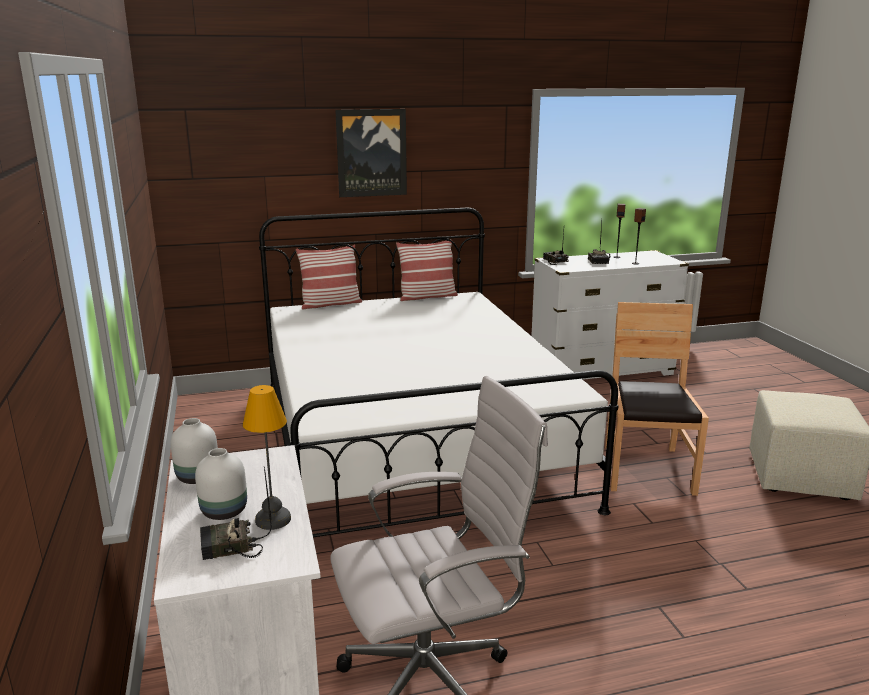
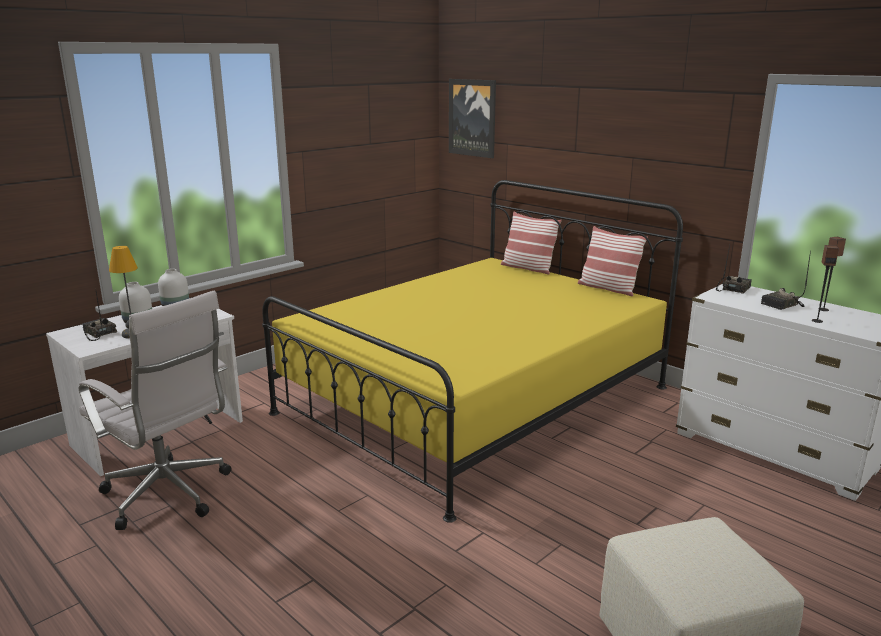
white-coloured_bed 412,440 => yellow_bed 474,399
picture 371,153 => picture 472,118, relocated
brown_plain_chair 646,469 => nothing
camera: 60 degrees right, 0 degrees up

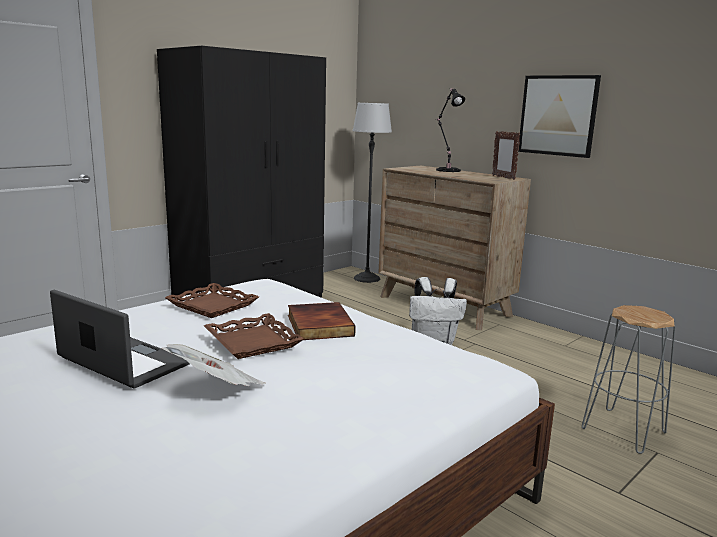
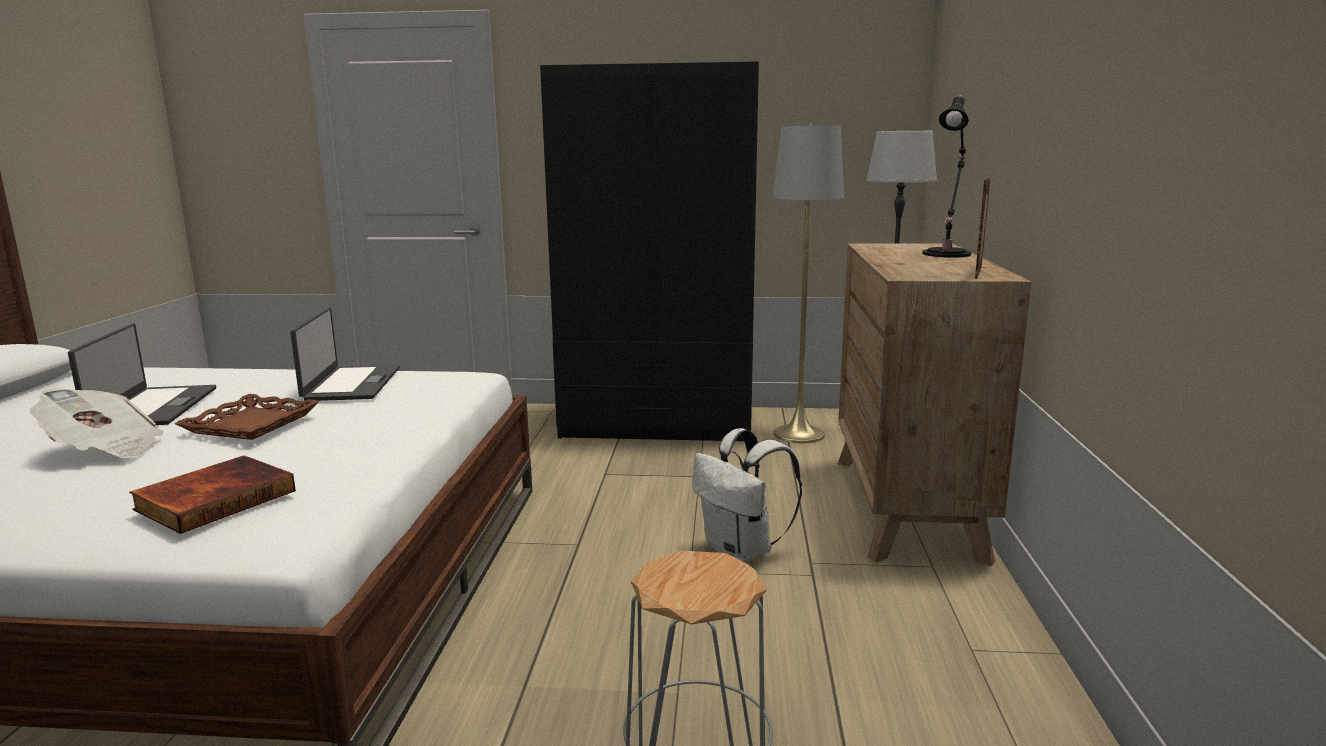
bound_book 318,325 => bound_book 215,499, relocated
brown_tray 212,306 => portable_computer 350,384
nothing => greyish_standard_lamp 799,434
picture 558,115 => nothing
camera: 50 degrees right, 0 degrees up

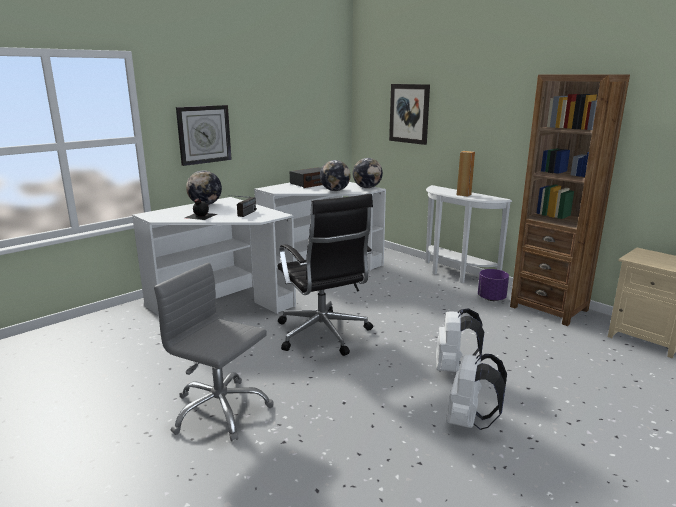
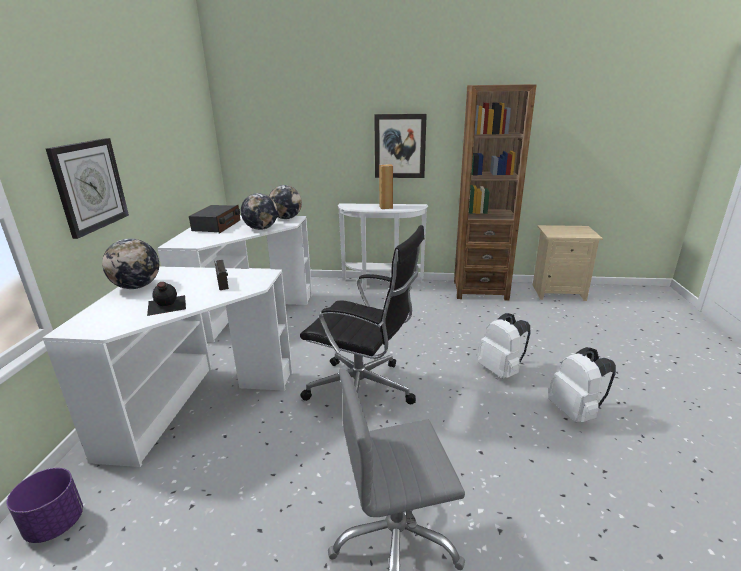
purple-coloured_plant_pot 491,298 => purple-coloured_plant_pot 55,524, relocated
picture 409,113 => picture 400,146, relocated
camera: 40 degrees left, 5 degrees up

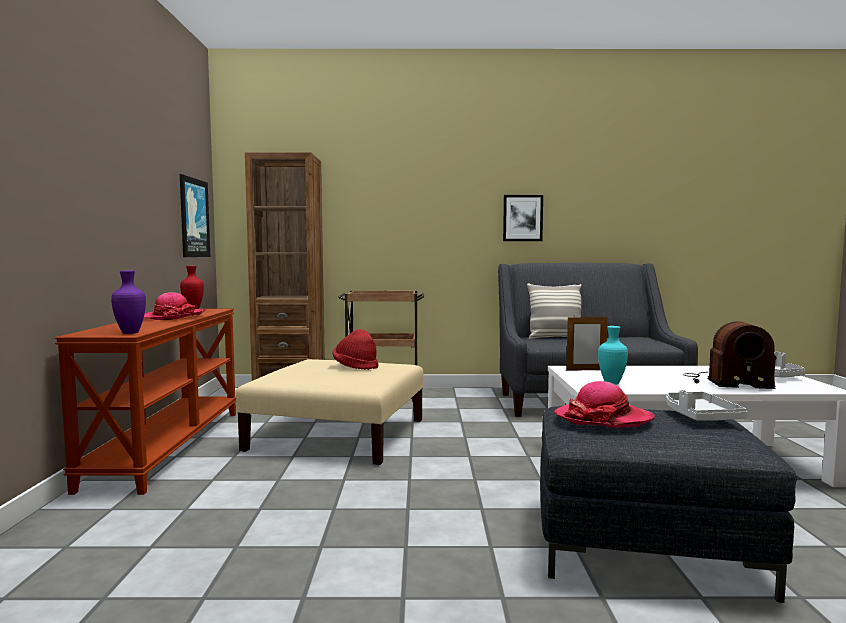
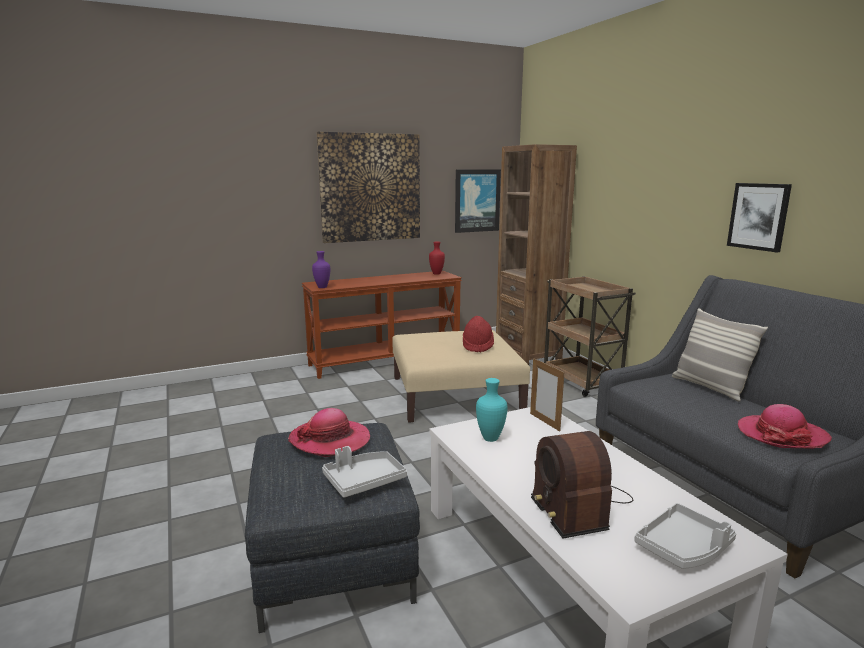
nothing => picture 370,187
clothing_hat 173,317 => clothing_hat 781,435, relocated
camera: 65 degrees right, 10 degrees up

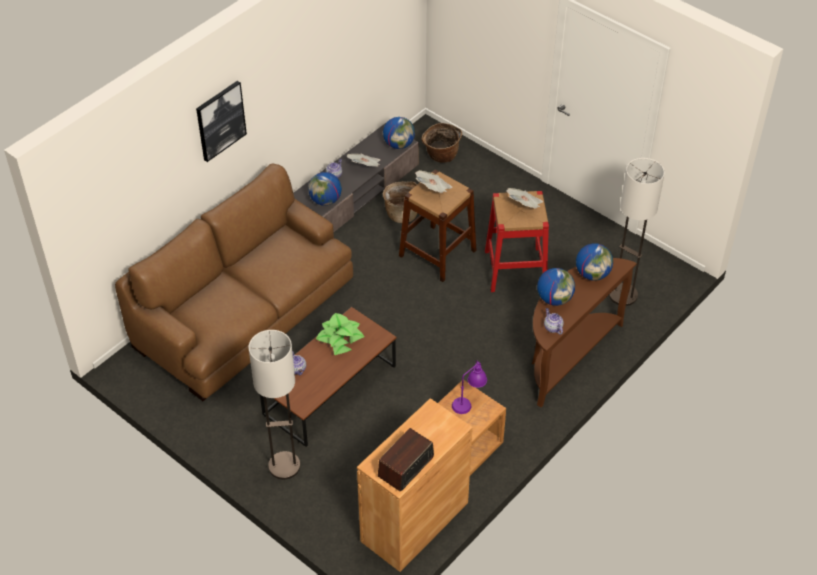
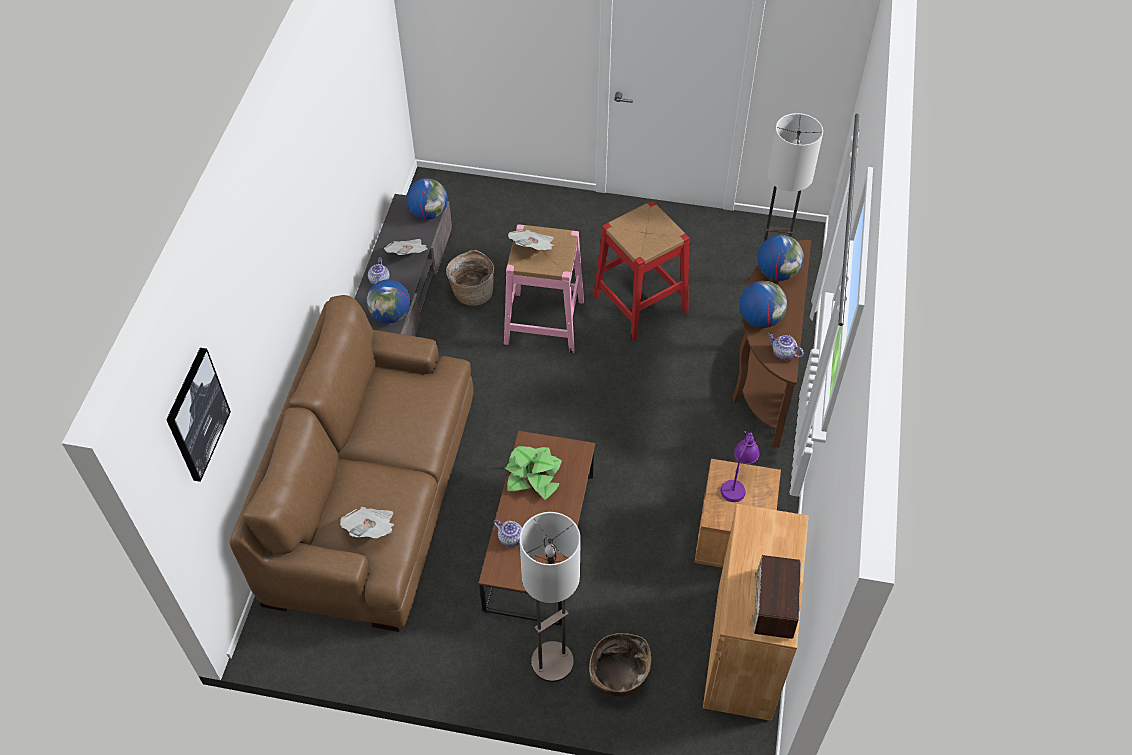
picture 220,120 => picture 196,415, relocated
daily_paper 524,205 => daily_paper 371,529, relocated
brown_stool_seat 437,253 => pink-coloured_stool_seat 544,321
storage_basket 441,155 => storage_basket 618,680, relocated
camera: 30 degrees left, 5 degrees up

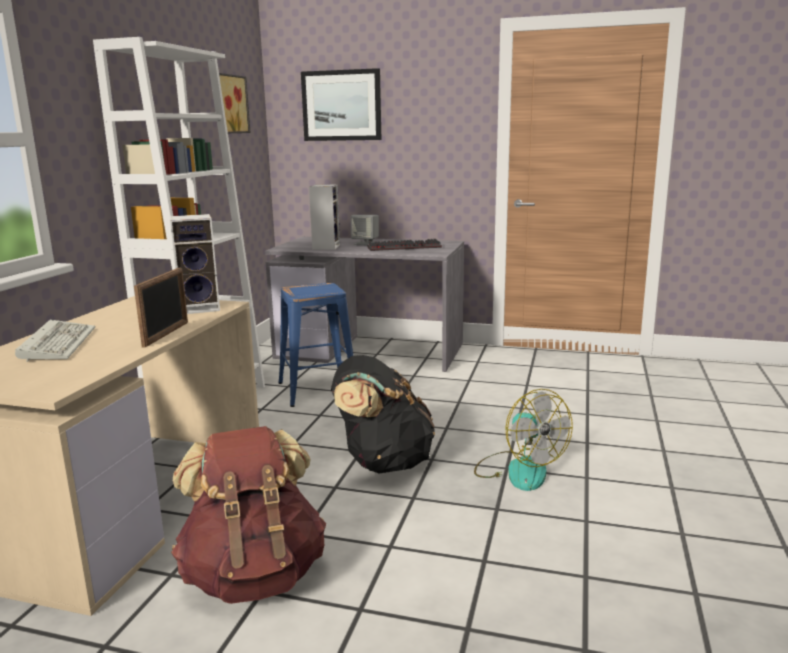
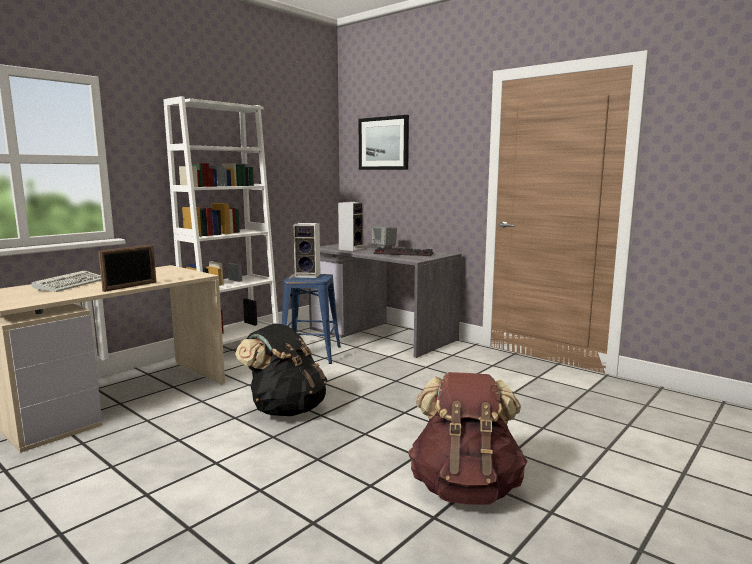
speaker 201,308 => speaker 309,275, relocated
brown_backpack 254,575 => brown_backpack 465,488, relocated
picture 230,104 => nothing
electric_fan 518,470 => nothing
camera: 25 degrees right, 5 degrees down

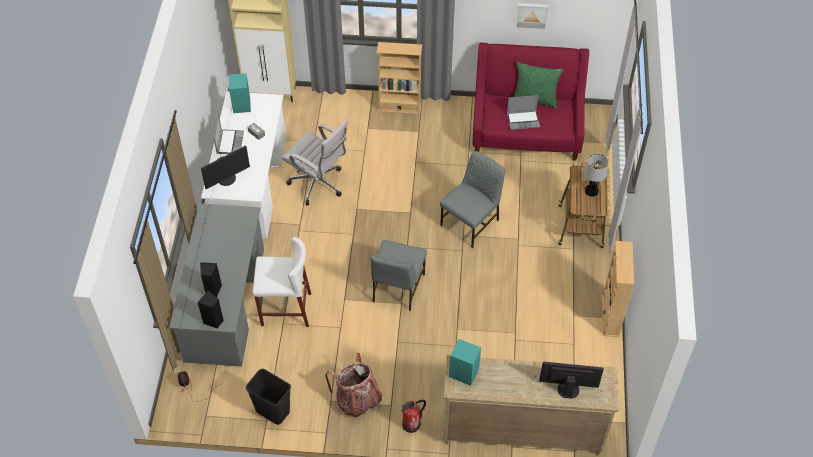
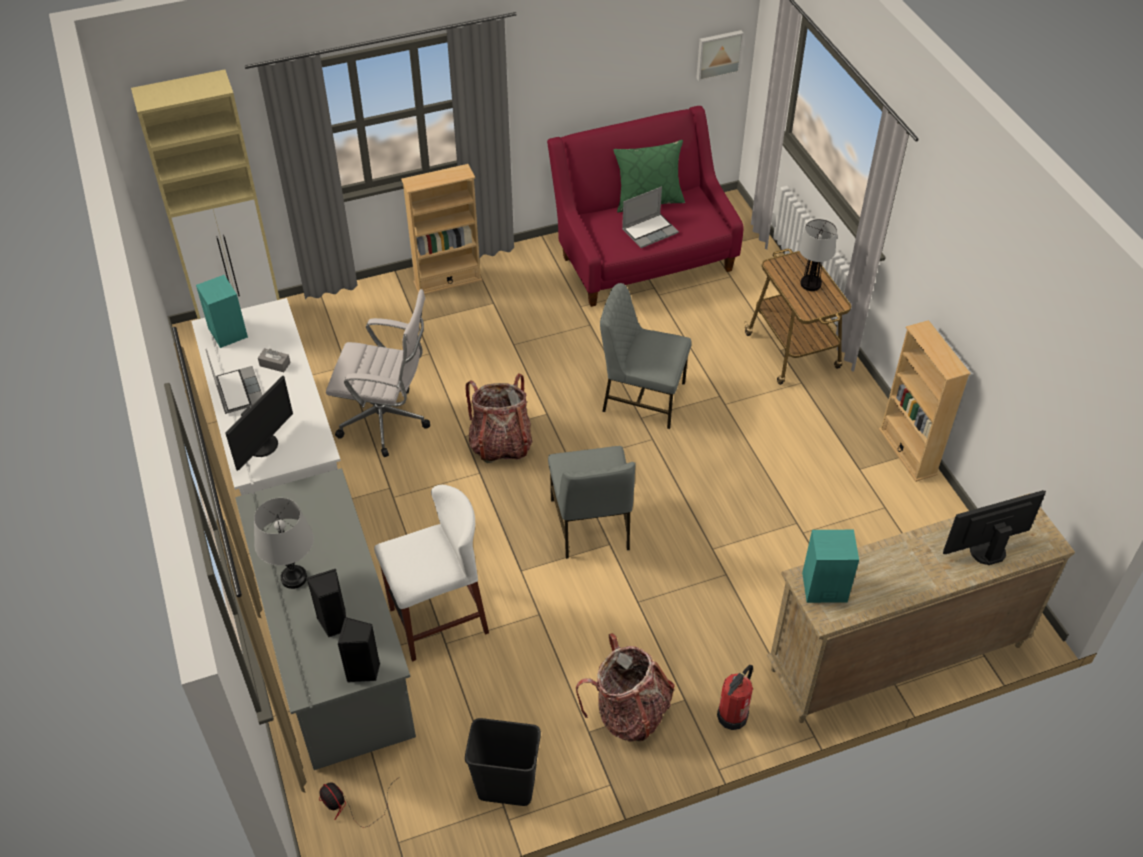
nothing => greyish_lamp_for_a_table 294,578
nothing => backpack 501,444
greyish_plain_chair 471,222 => greyish_plain_chair 642,397, 90 degrees counterclockwise
picture 532,15 => picture 718,54, relocated
camera: 25 degrees left, 5 degrees down

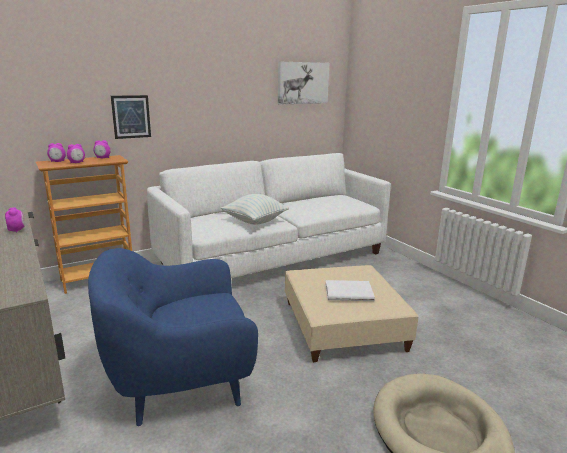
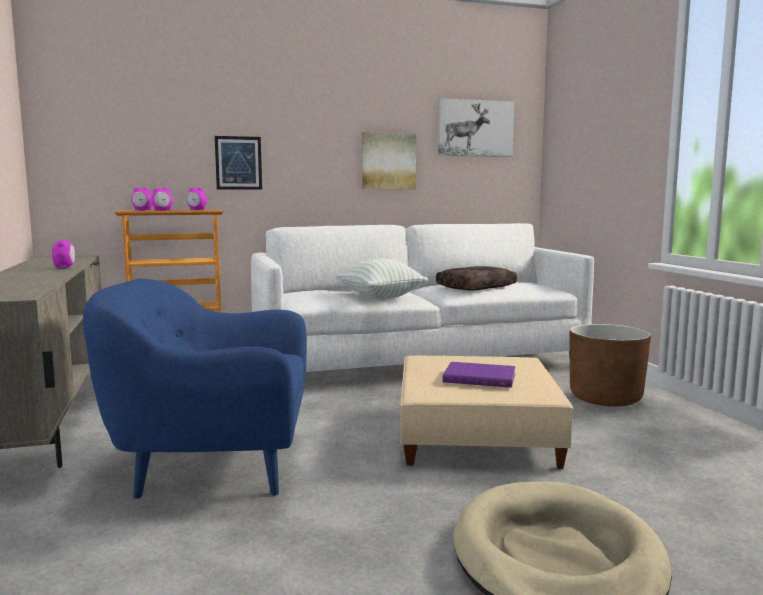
nothing => picture 388,161
nothing => brown_cushion 475,287
white-coloured_bound_book 348,292 => purple-coloured_bound_book 479,377
nothing => brown_plant_pot 605,398
camera: 15 degrees right, 10 degrees down

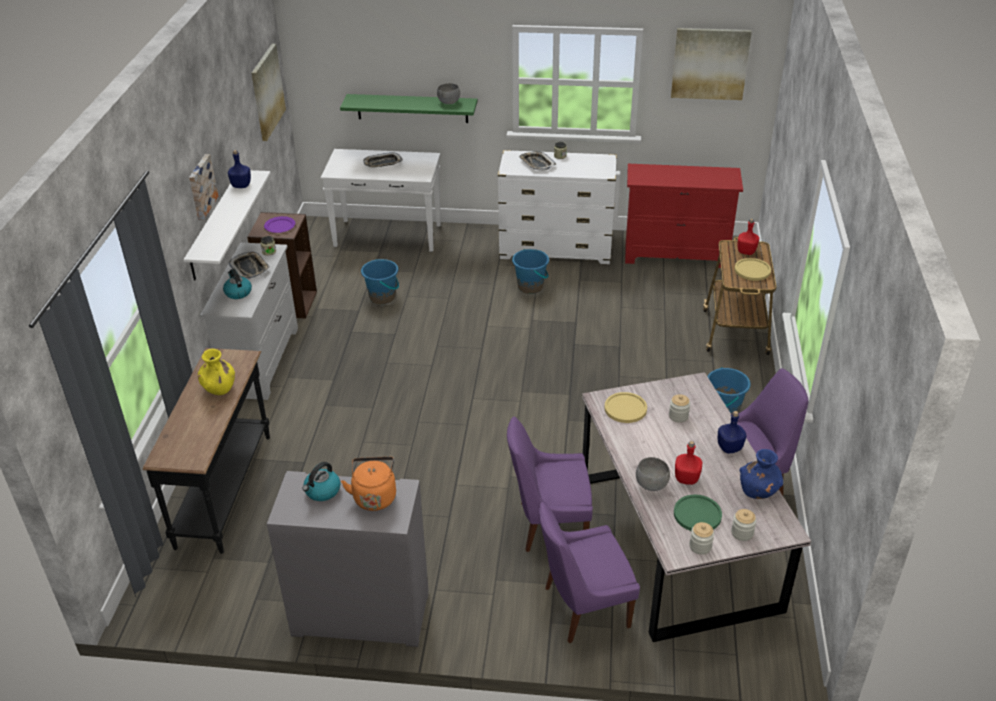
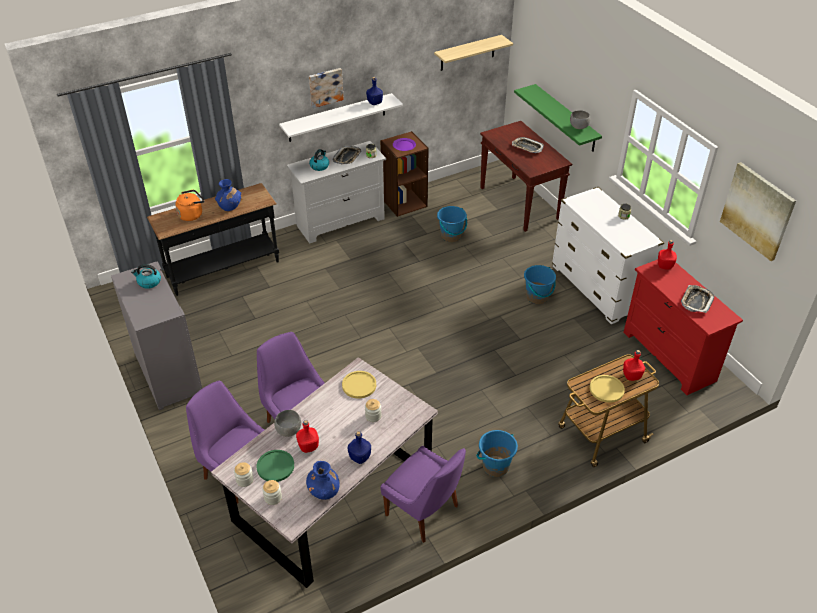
orange-coloured_kettle 374,496 => orange-coloured_kettle 192,214, relocated
yellow_vase 219,388 => bluish_vase 229,206
picture 267,92 => wall_shelf 467,53
white-coloured_console_table 388,236 => brown_console_table 520,204
nothing => red-coloured_beverage_bottle 664,265
tray 537,164 => tray 696,301, relocated
camera: 55 degrees right, 5 degrees up

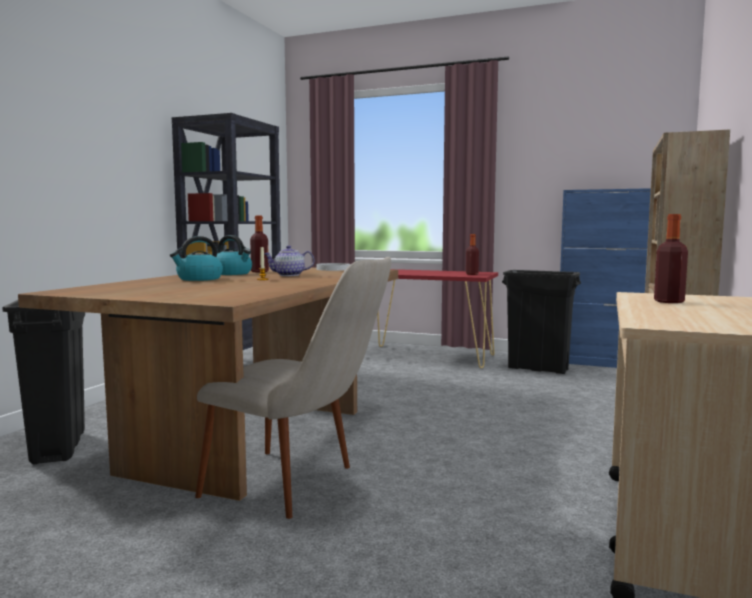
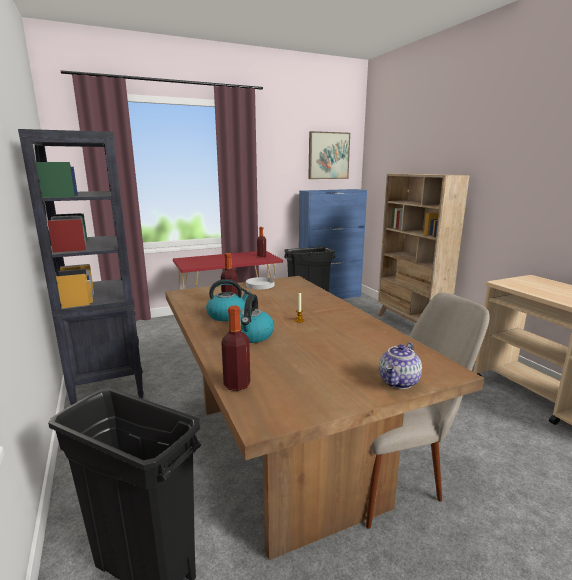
beverage_bottle 669,301 => beverage_bottle 237,385, relocated
nothing => picture 328,155
tea_pot 289,275 => tea_pot 399,382, relocated
camera: 45 degrees left, 10 degrees up

